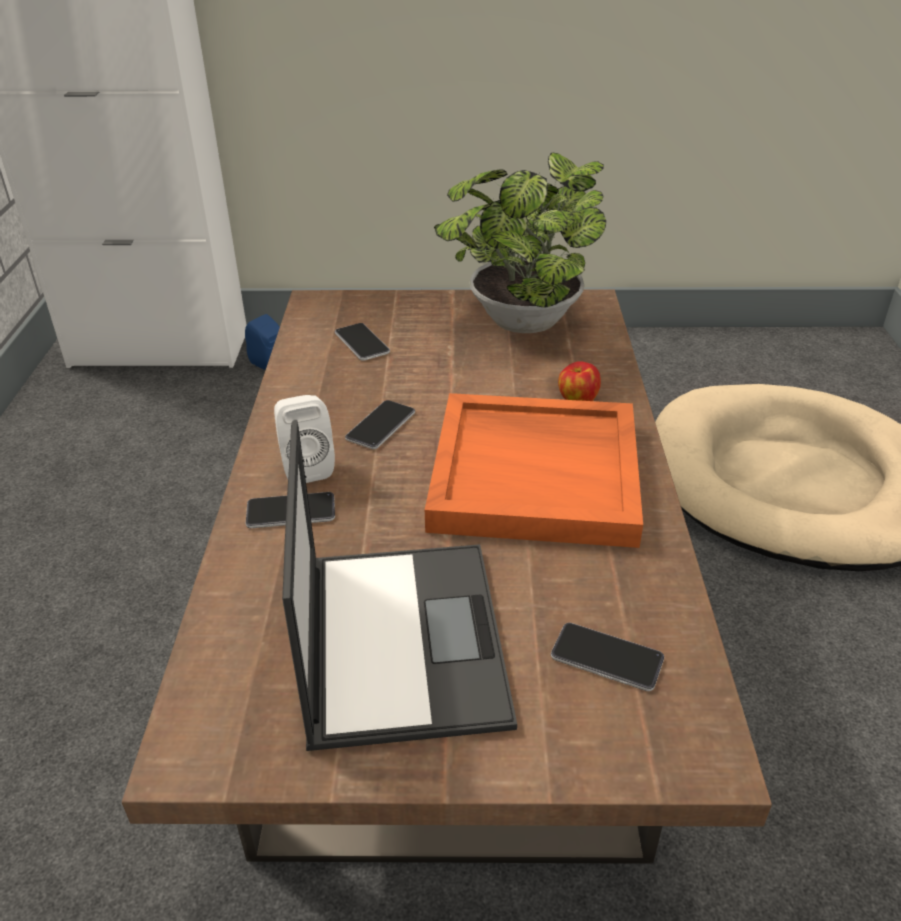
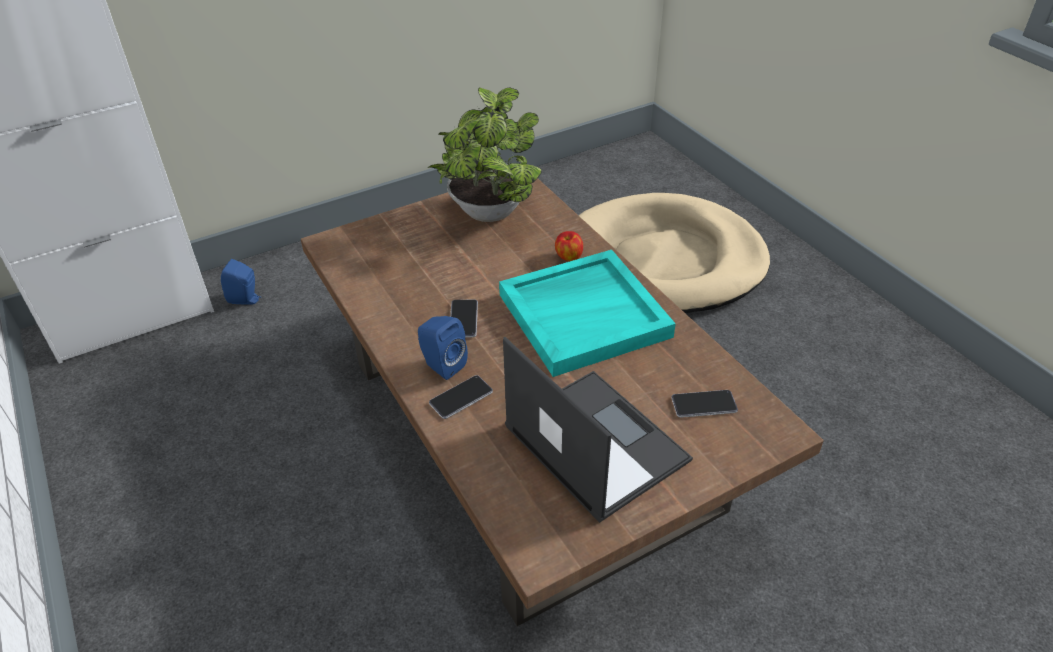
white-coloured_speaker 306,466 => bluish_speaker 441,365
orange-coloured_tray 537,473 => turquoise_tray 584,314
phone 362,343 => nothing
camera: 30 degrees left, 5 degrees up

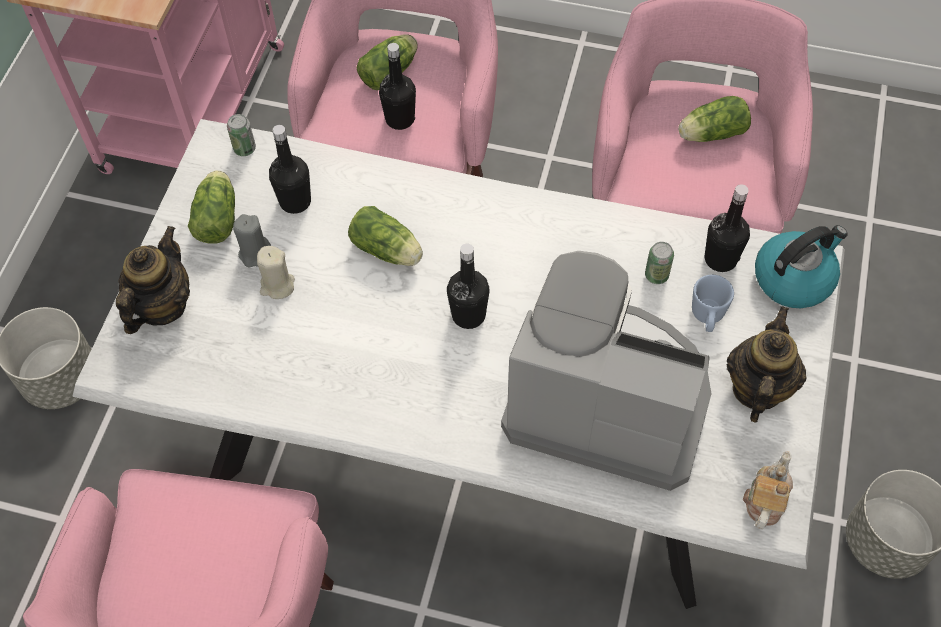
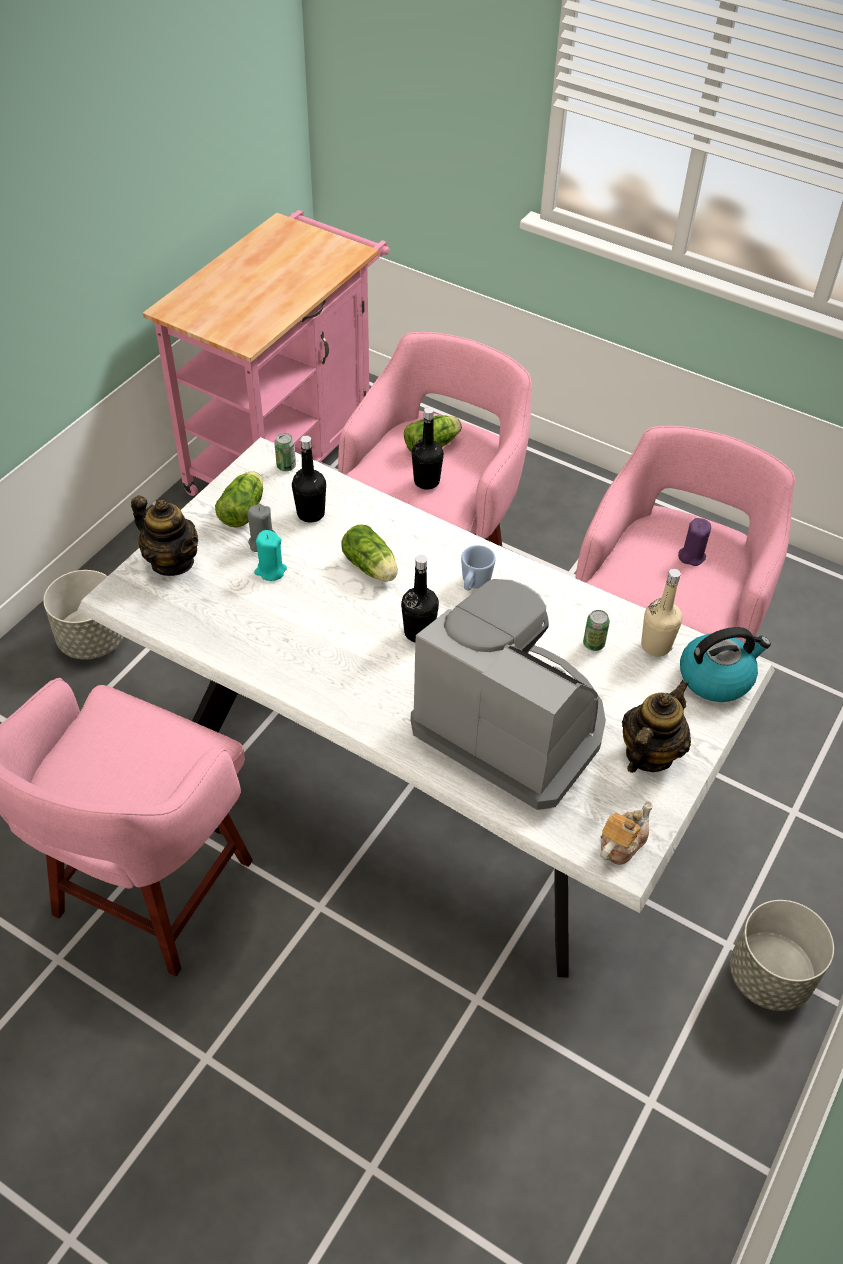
tea_pot 161,306 => tea_pot 172,562, 90 degrees clockwise
beige_wax_light 277,285 => turquoise_wax_light 270,570
bluish_tea_mug 707,317 => bluish_tea_mug 474,584, relocated
black-coloured_beverage_bottle 720,259 => beige_beverage_bottle 655,646
lettuce_head 710,134 => purple-coloured_wax_light 691,556
camera: 15 degrees right, 10 degrees down

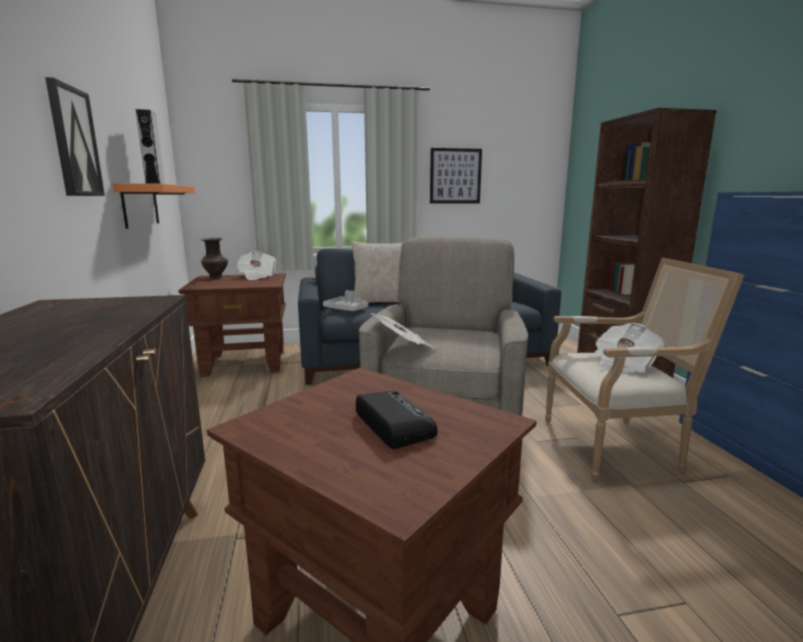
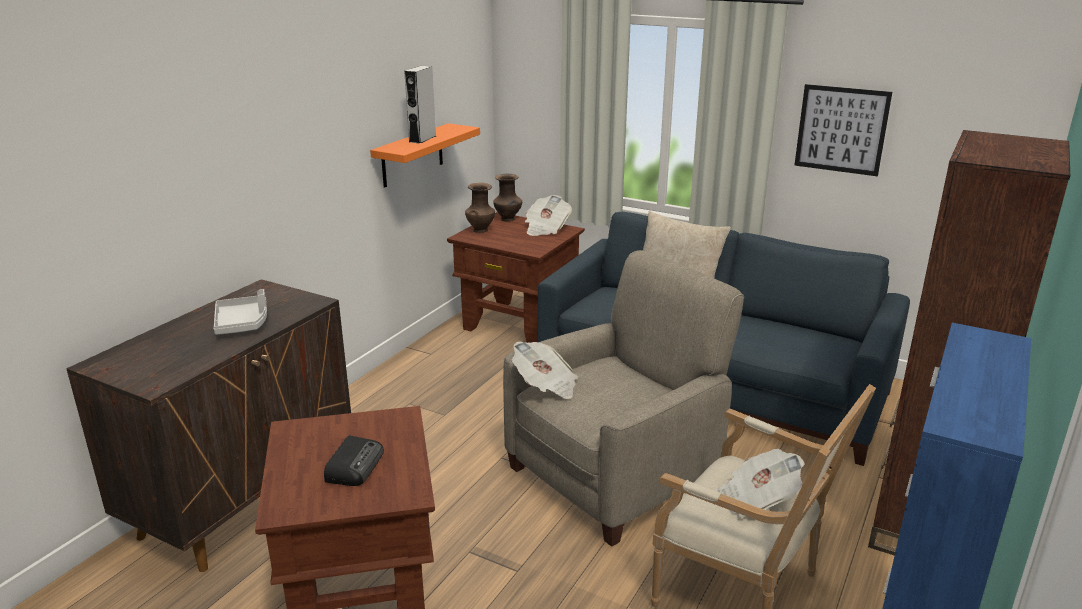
greyish_tray 347,309 => greyish_tray 242,323, relocated
nothing => brown_vase 480,230
picture 74,142 => nothing
camera: 40 degrees right, 10 degrees up

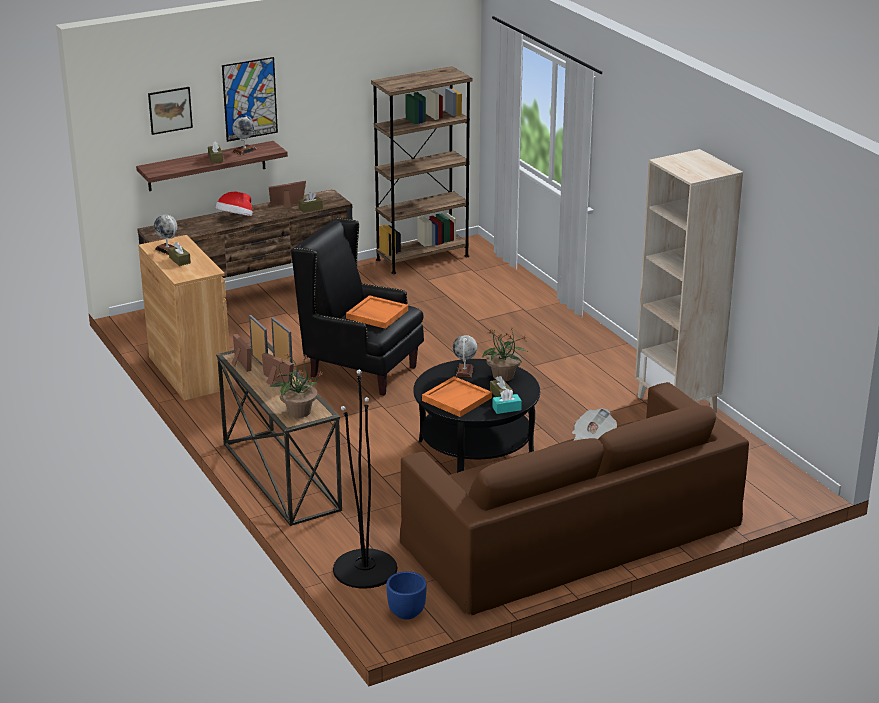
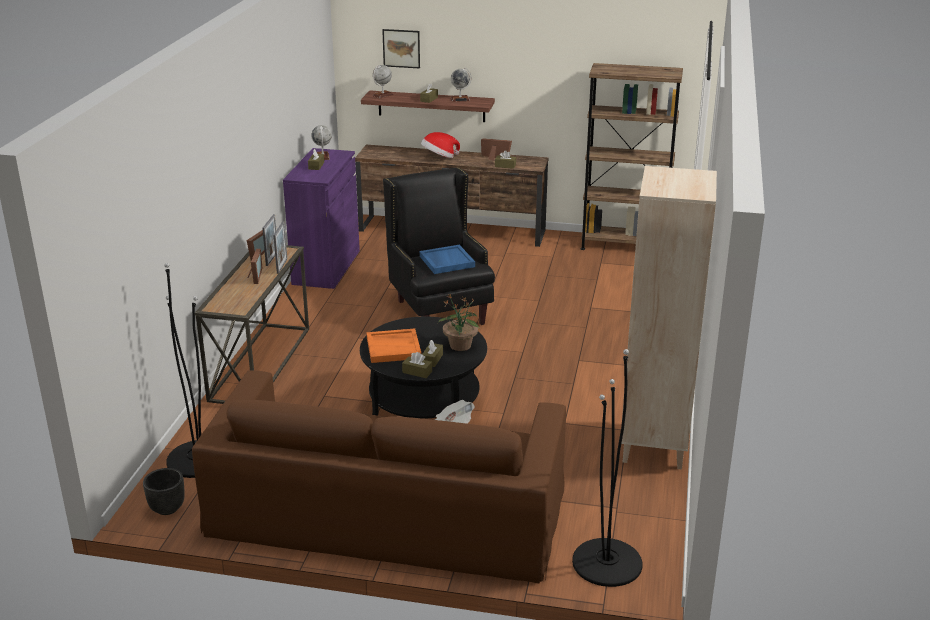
bluish_plant_pot 406,613 => black-coloured_plant_pot 166,508
brown_storage_cabinet 189,372 => purple-coloured_storage_cabinet 326,267
world_globe 464,371 => world_globe 382,95, relocated
turquoise_box_of_tissues 506,408 => brown_box_of_tissues 417,372
orange-coloured_tray 376,314 => bluish_tray 446,261
nothing => black-coloured_standard_lamp 607,562
picture 249,99 => nothing
plant_in_a_pot 298,412 => nothing
camera: 40 degrees right, 0 degrees up

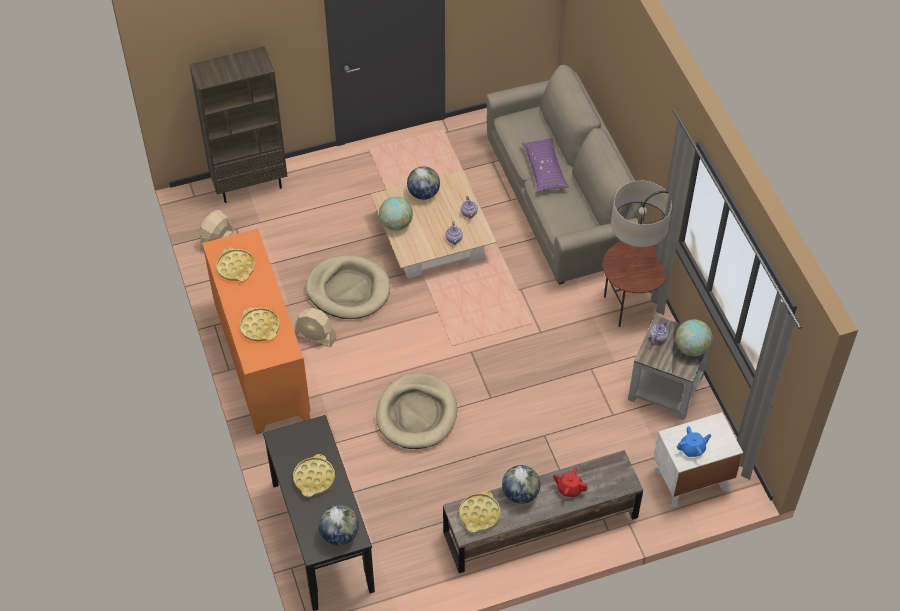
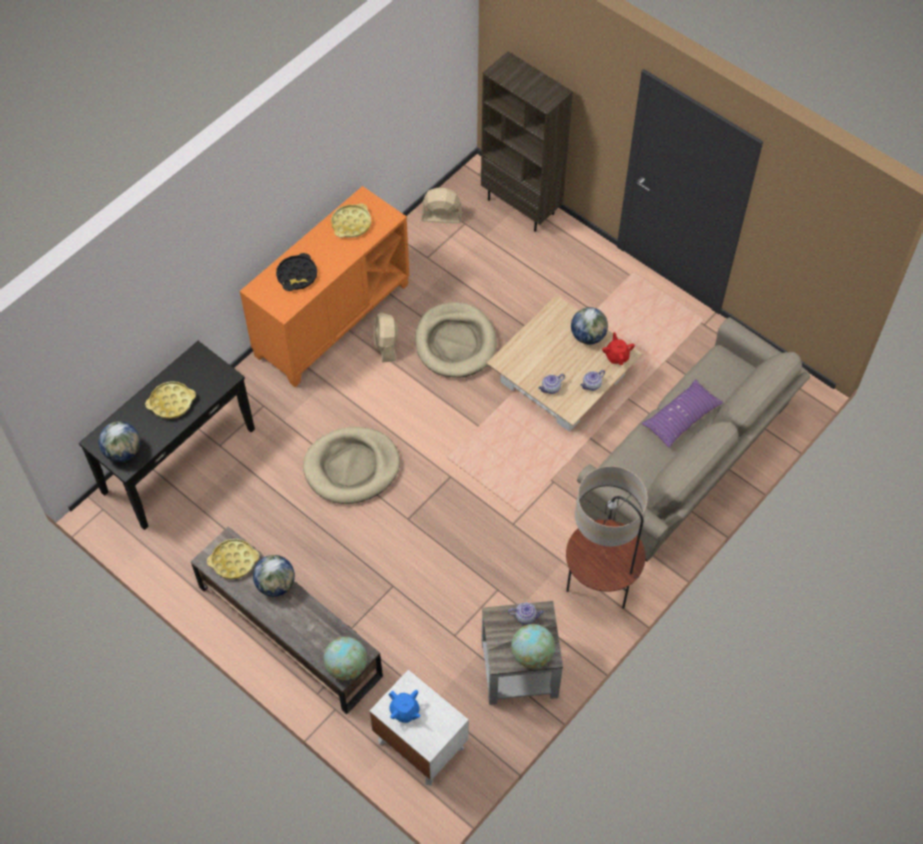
yellow_tray 260,327 => black-coloured_tray 297,275
world_globe 396,224 => world_globe 346,666, relocated
red-coloured_tea_pot 569,489 => red-coloured_tea_pot 617,356, relocated
camera: 60 degrees right, 5 degrees up

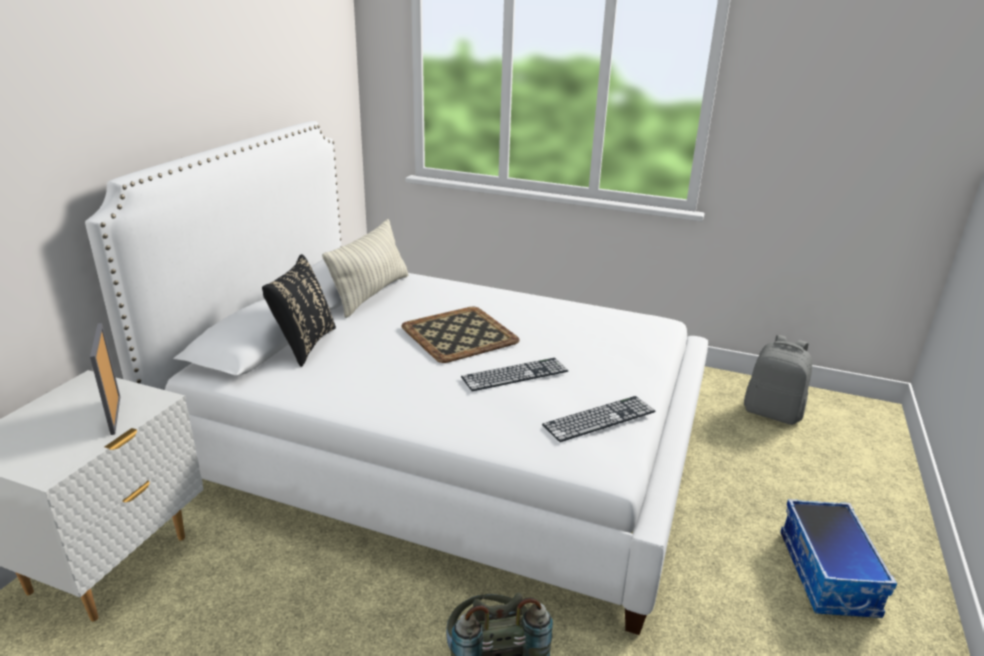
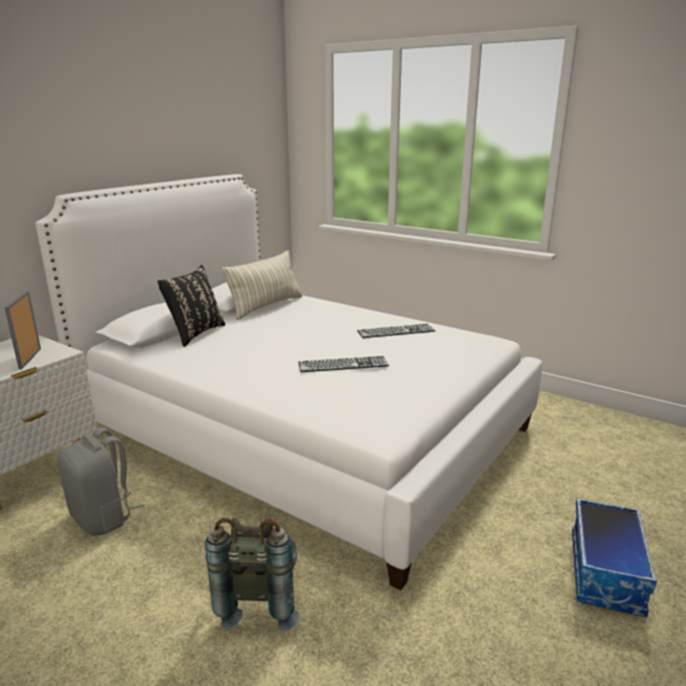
greyish_backpack 772,413 => greyish_backpack 103,517, relocated
computer_keyboard 599,418 => computer_keyboard 396,331, relocated
tray 459,335 => nothing
camera: 15 degrees right, 5 degrees down

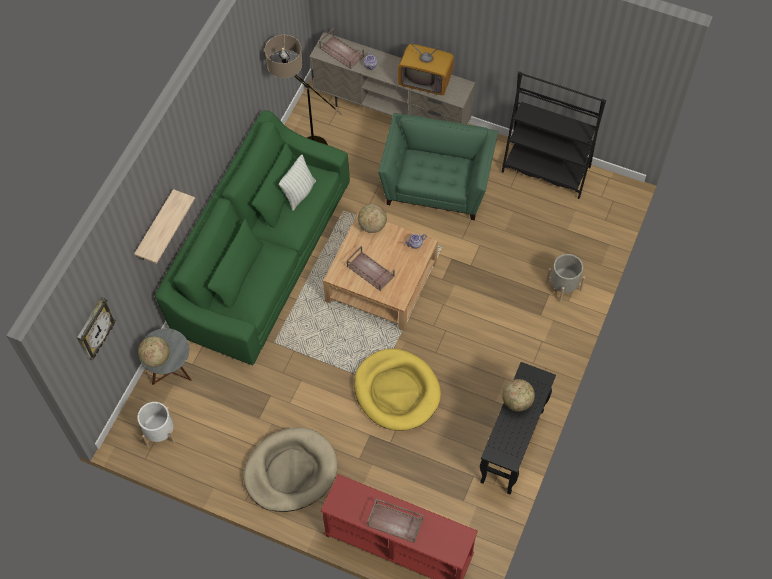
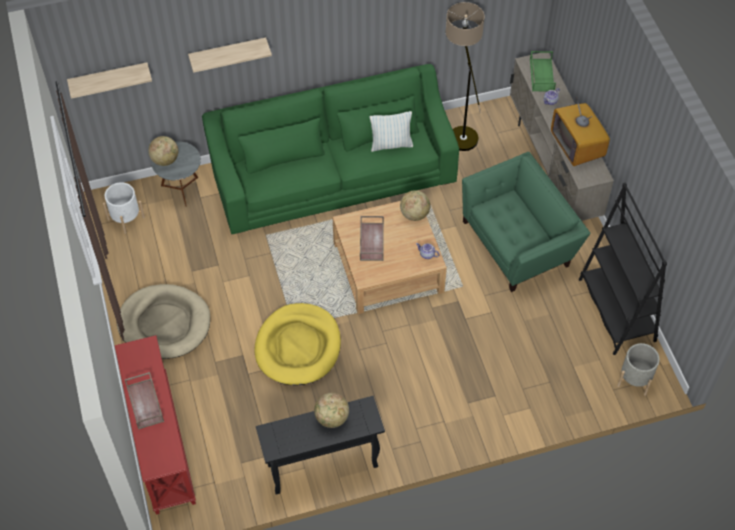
hanging_clock 94,329 => wall_shelf 109,79
brown_tray 341,52 => greenish_tray 541,74
greyish_plant_pot 563,286 => greyish_plant_pot 635,379, relocated
camera: 50 degrees right, 5 degrees down

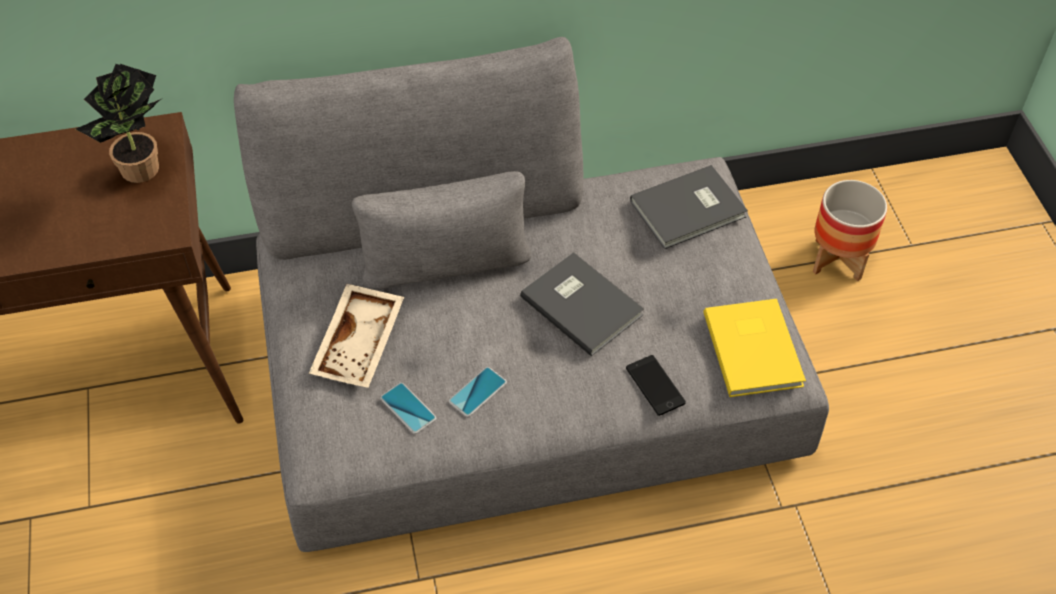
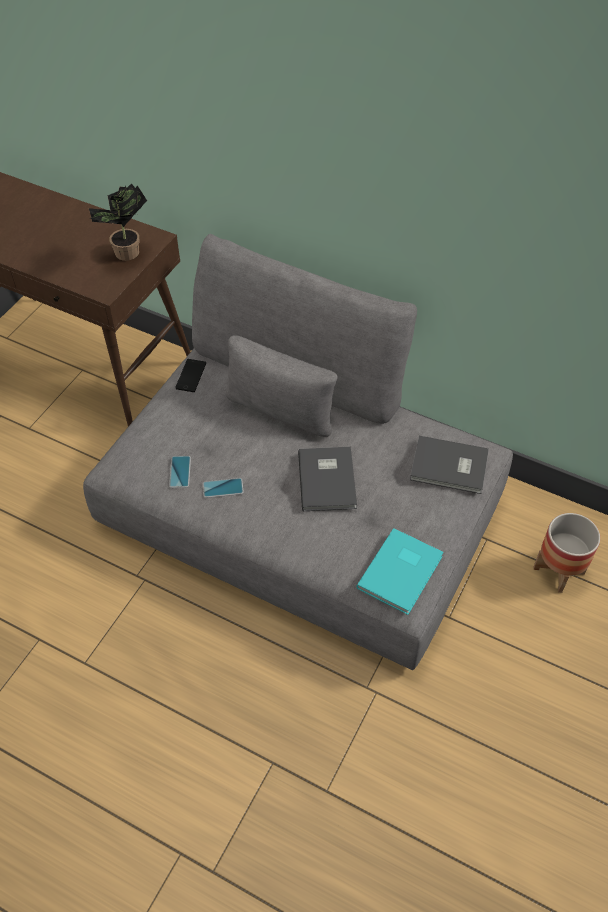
phone 655,385 => phone 191,376, relocated
yellow_bound_book 755,348 => turquoise_bound_book 402,572
beige_tray 361,344 => nothing
camera: 40 degrees right, 0 degrees up

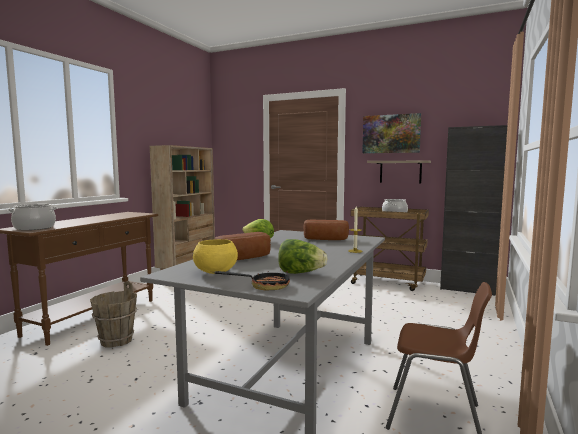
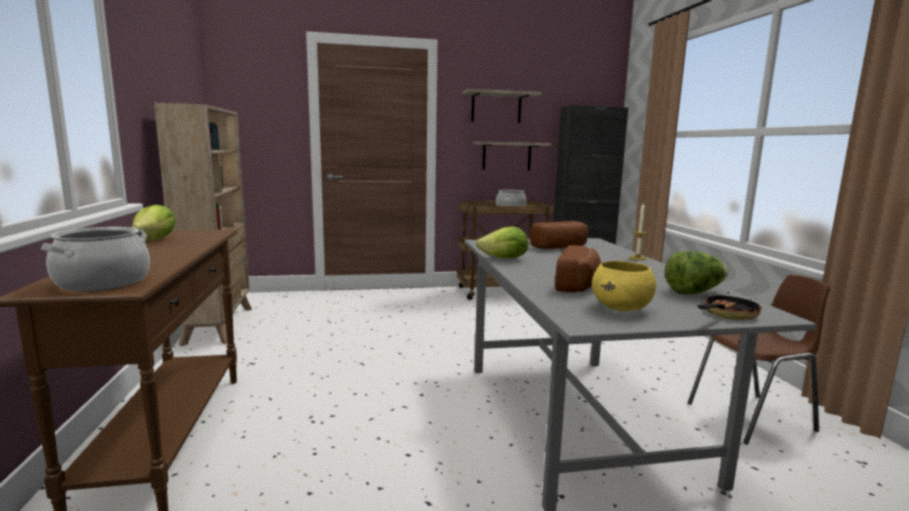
nothing => lettuce_head 155,240
picture 391,134 => wall_shelf 496,108
brown_water_bucket 116,341 => nothing
camera: 35 degrees left, 5 degrees up

